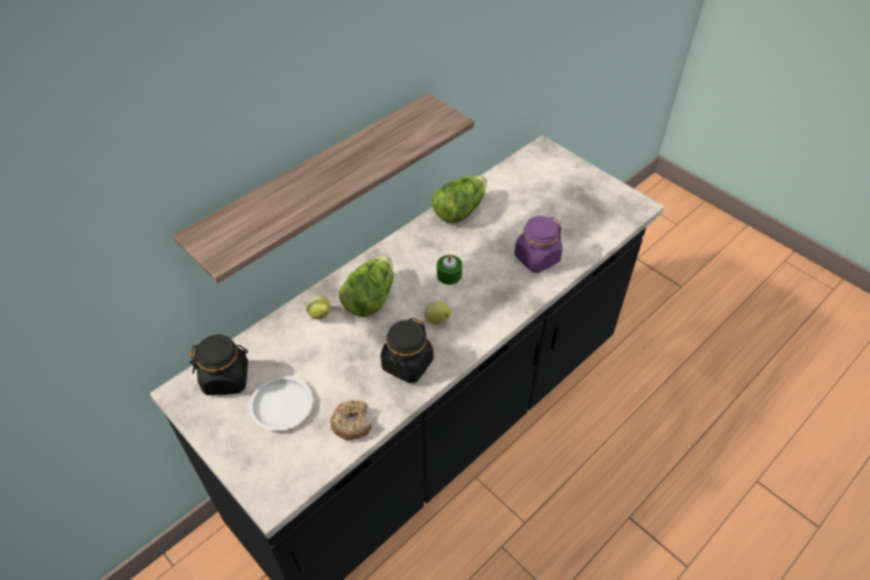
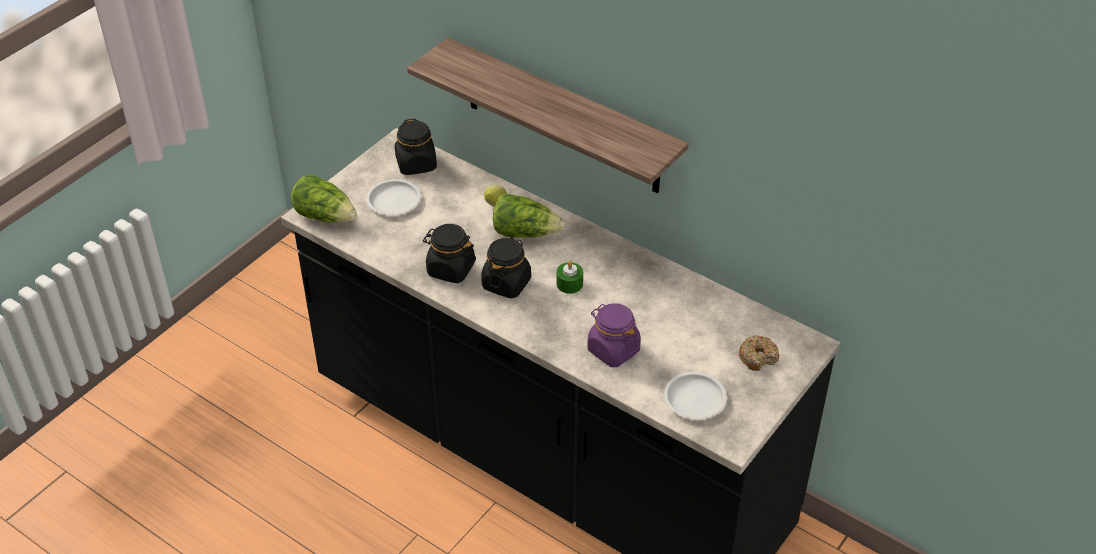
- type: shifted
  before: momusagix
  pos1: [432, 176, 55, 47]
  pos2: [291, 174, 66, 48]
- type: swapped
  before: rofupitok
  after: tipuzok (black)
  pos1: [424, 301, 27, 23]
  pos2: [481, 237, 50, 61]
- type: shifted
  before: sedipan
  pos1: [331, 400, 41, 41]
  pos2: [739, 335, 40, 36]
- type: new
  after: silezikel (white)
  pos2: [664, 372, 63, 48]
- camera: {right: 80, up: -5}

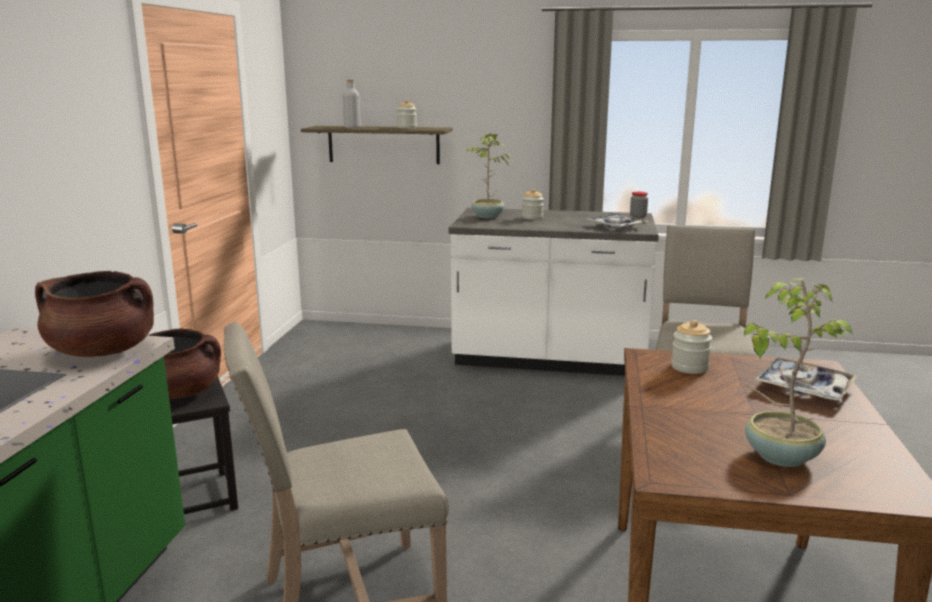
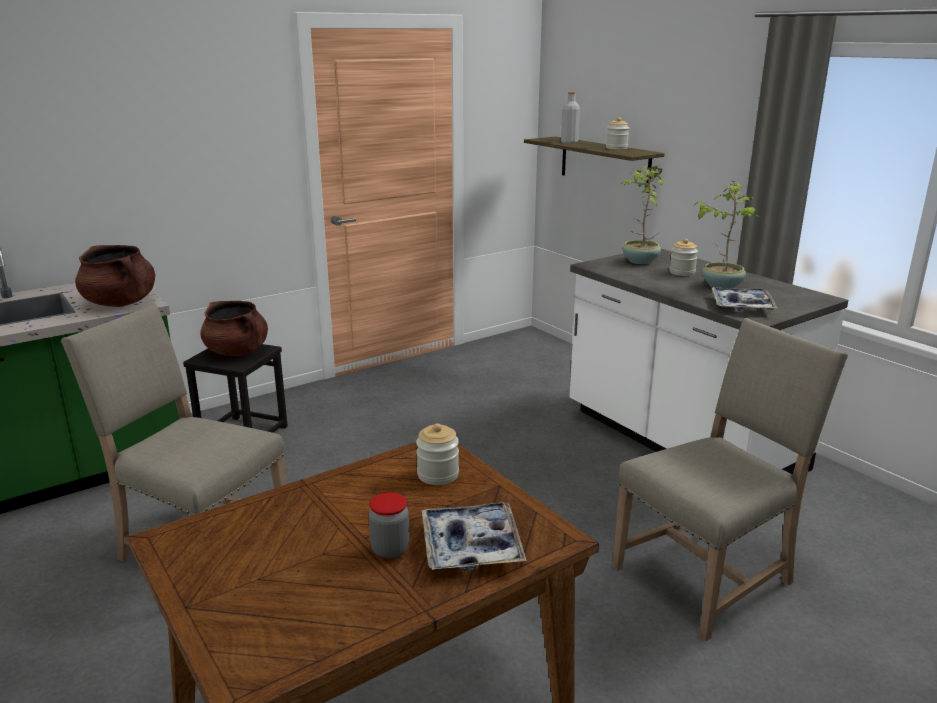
- type: shifted
  before: tipuzok
  pos1: [630, 192, 18, 26]
  pos2: [369, 492, 41, 67]
- type: shifted
  before: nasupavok
  pos1: [744, 278, 109, 189]
  pos2: [695, 181, 63, 107]
- camera: {right: 45, up: 5}

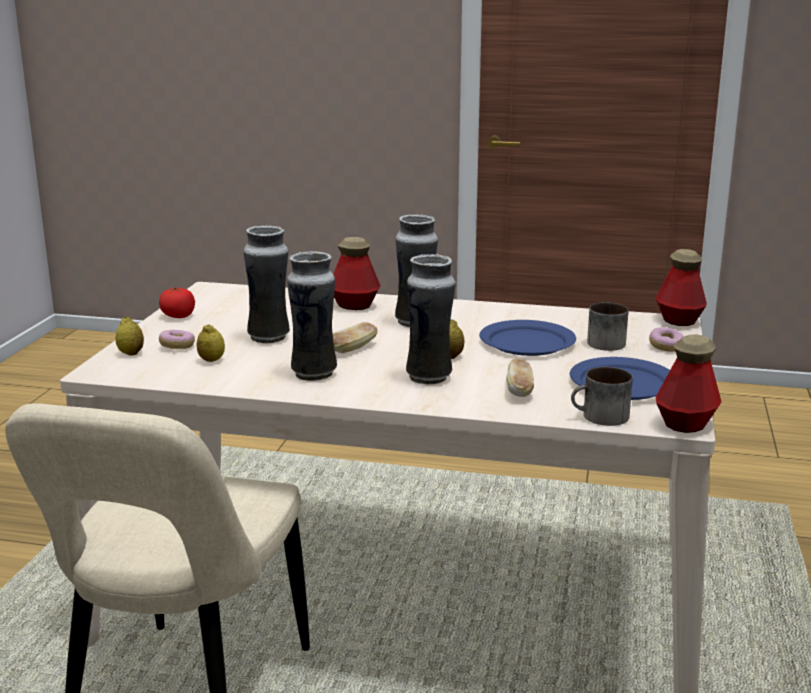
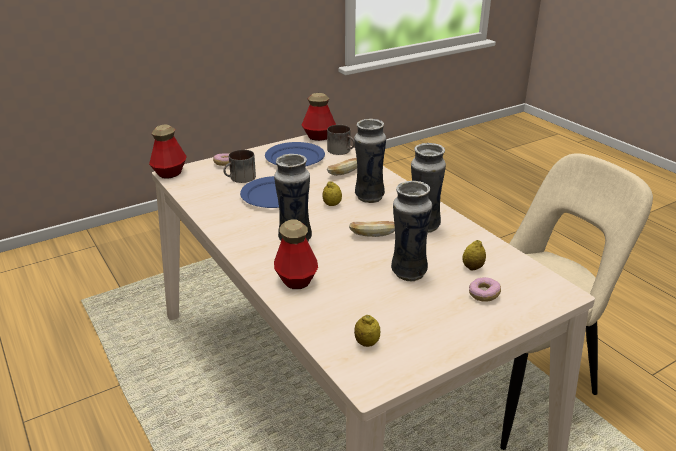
- type: gone
  before: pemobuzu
  pos1: [159, 287, 36, 31]
- type: shifted
  before: rofupitok
  pos1: [115, 317, 29, 38]
  pos2: [354, 315, 26, 32]
- camera: {right: -135, up: 10}

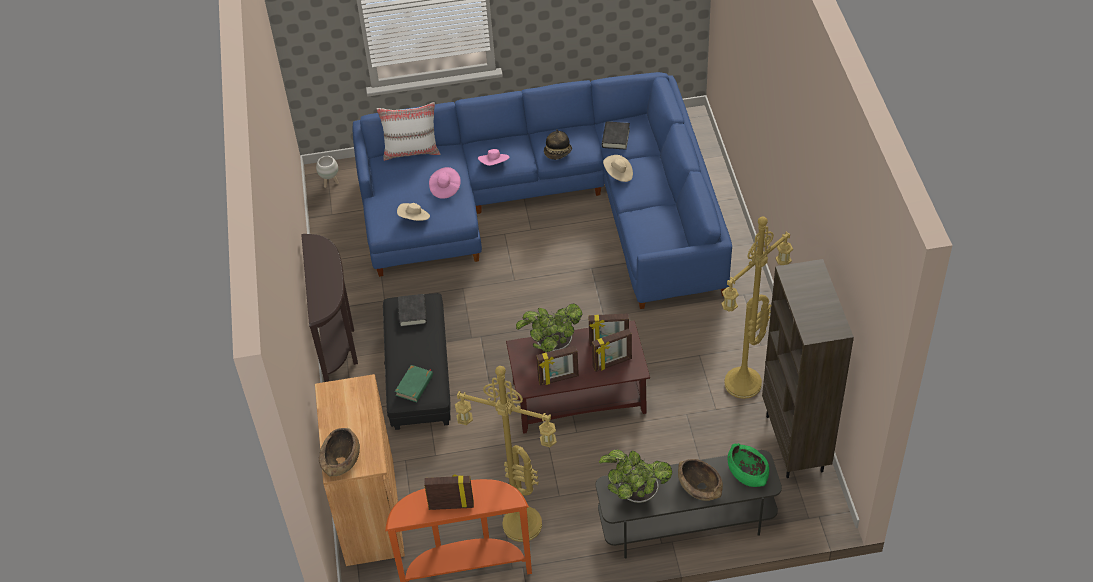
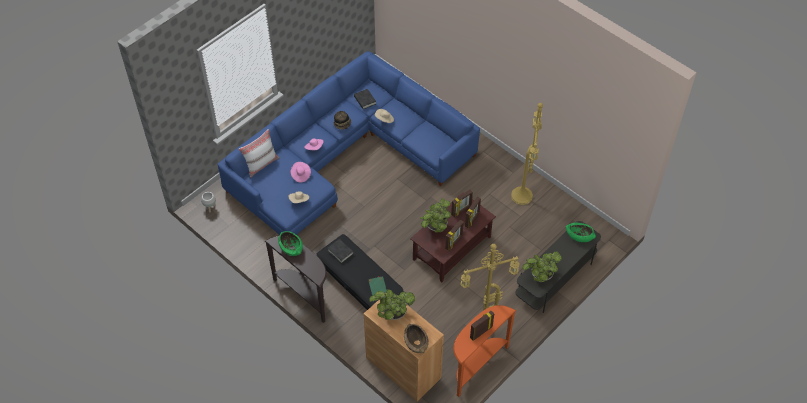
- type: gone
  before: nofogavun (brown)
  pos1: [762, 259, 92, 219]
- type: gone
  before: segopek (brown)
  pos1: [678, 459, 45, 42]
- type: new
  after: segopek (green)
  pos2: [278, 231, 25, 25]
- type: new
  after: nasupavok
  pos2: [369, 289, 46, 31]
- camera: {right: -40, up: 5}

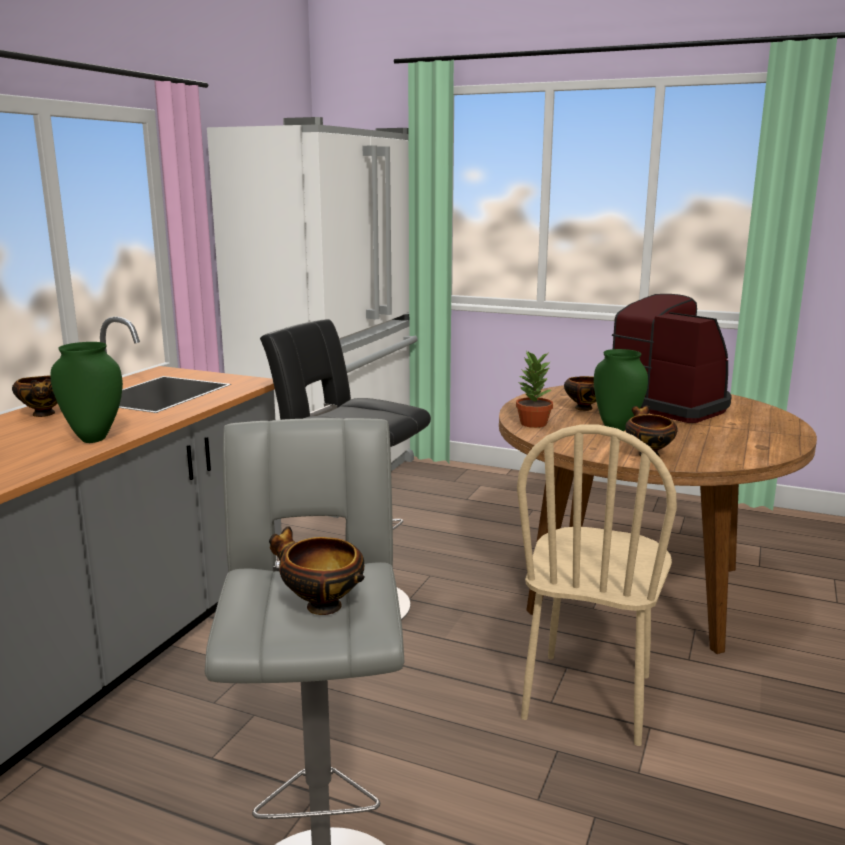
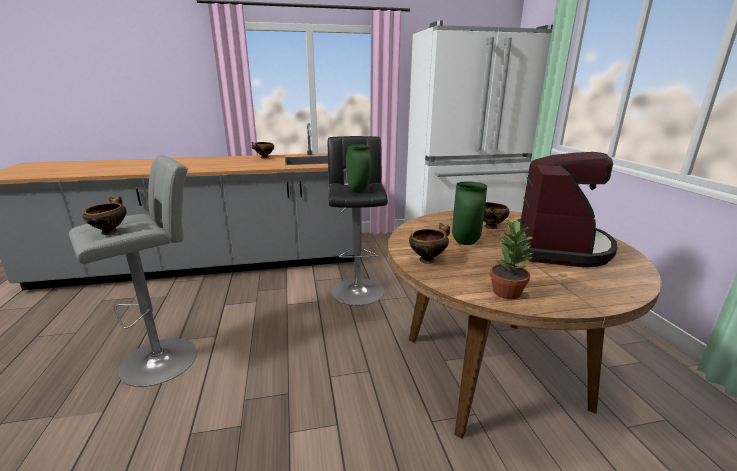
- type: shifted
  before: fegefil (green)
  pos1: [50, 342, 73, 101]
  pos2: [346, 145, 26, 48]
- type: shifted
  before: nasupavok
  pos1: [516, 350, 37, 78]
  pos2: [489, 219, 44, 80]
- type: gone
  before: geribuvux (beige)
  pos1: [517, 425, 160, 321]
- camera: {right: 55, up: 5}

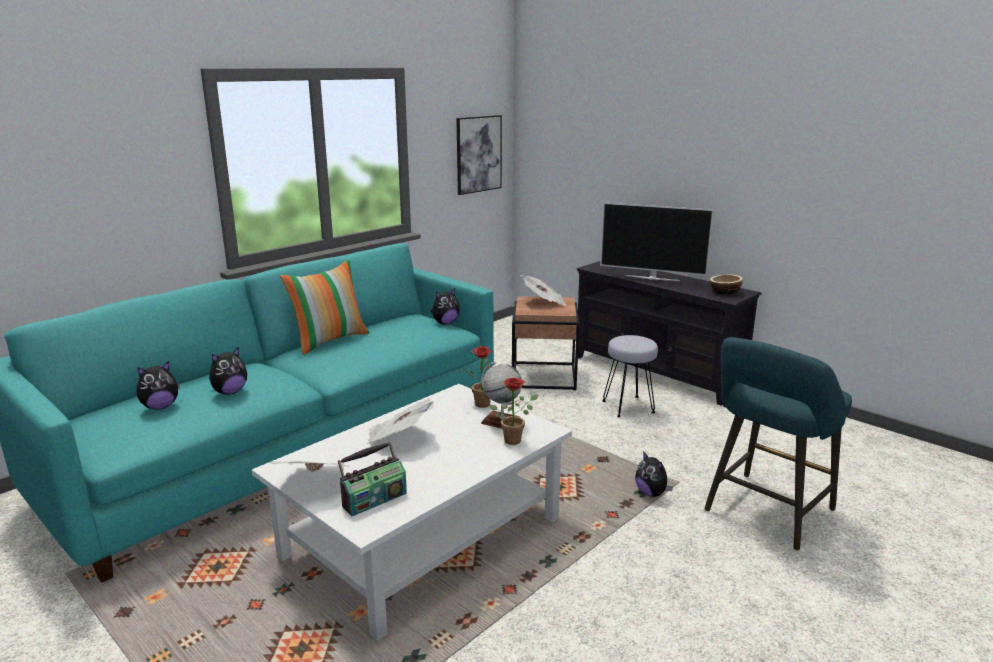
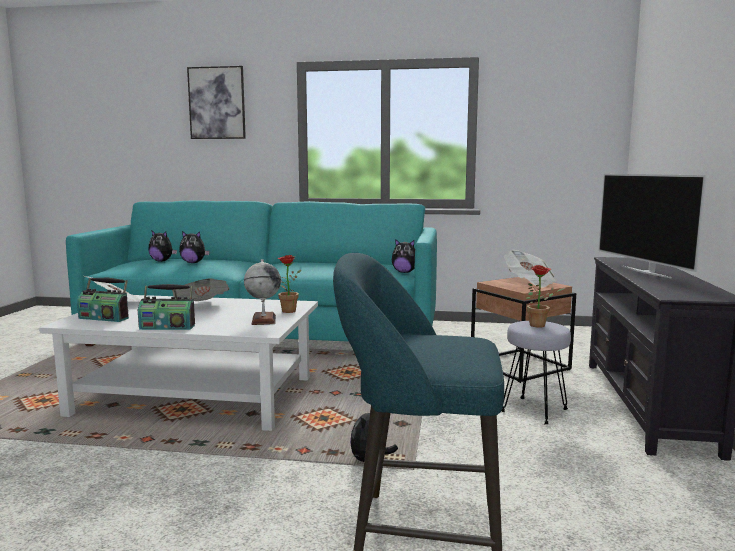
- type: shifted
  before: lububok
  pos1: [456, 115, 46, 80]
  pos2: [187, 66, 59, 73]
- type: gone
  before: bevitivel
  pos1: [280, 259, 89, 96]
- type: gone
  before: segopek
  pos1: [710, 274, 33, 20]
- type: shifted
  before: nasupavok
  pos1: [490, 378, 48, 67]
  pos2: [526, 265, 39, 63]
- type: new
  after: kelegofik
  pos2: [138, 284, 57, 46]
- camera: {right: 55, up: -10}

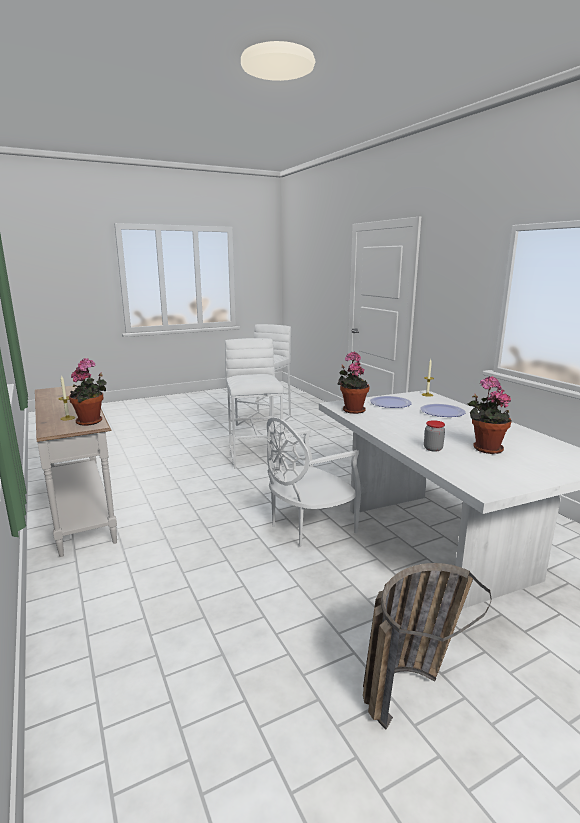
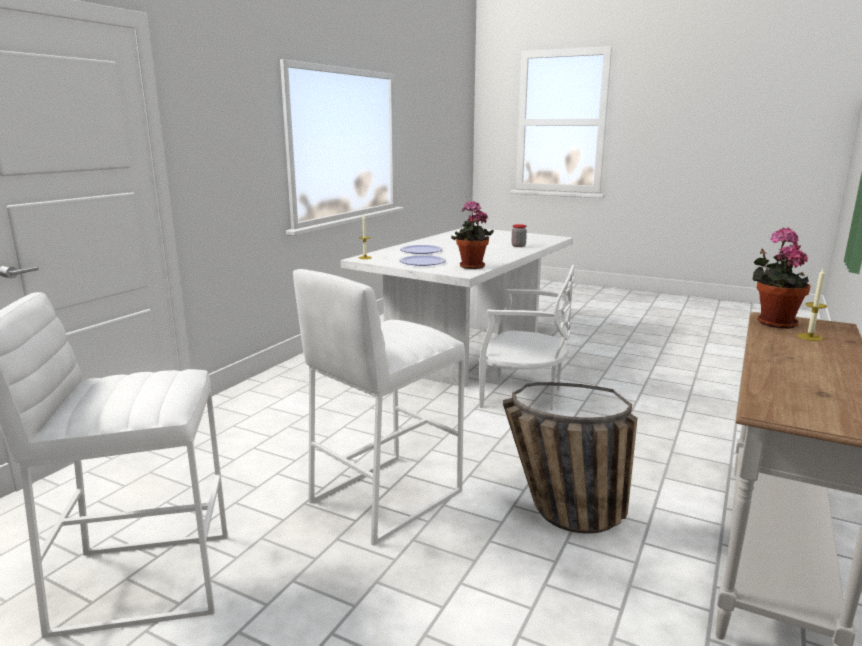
- type: gone
  before: nasupavok
  pos1: [467, 376, 45, 78]
- type: shifted
  before: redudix
  pos1: [363, 563, 129, 166]
  pos2: [503, 382, 135, 152]
- camera: {right: -125, up: 0}

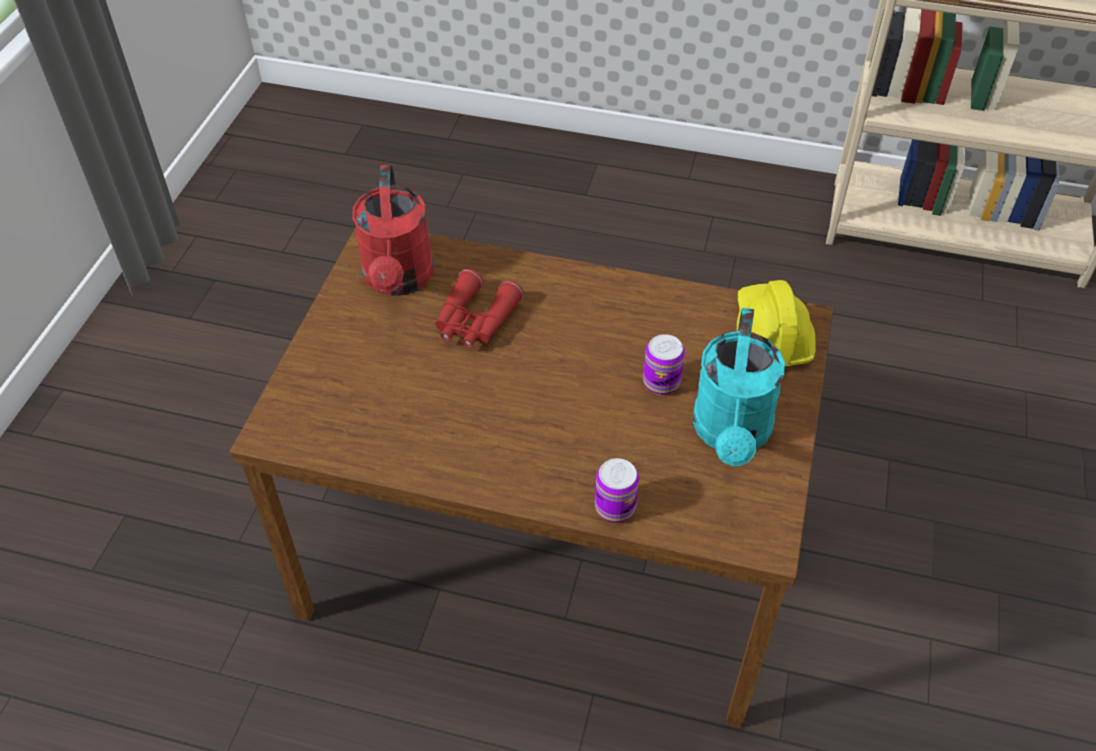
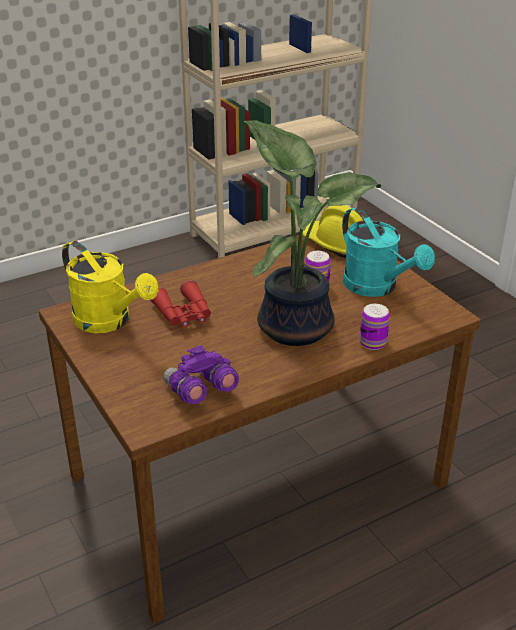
- type: repainted
  before: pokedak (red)
  after: pokedak (yellow)
  pos1: [352, 165, 82, 131]
  pos2: [62, 241, 96, 92]
- type: new
  after: nasupavok
  pos2: [244, 120, 137, 226]
- type: new
  after: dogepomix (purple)
  pos2: [164, 345, 75, 59]
- camera: {right: -45, up: -15}

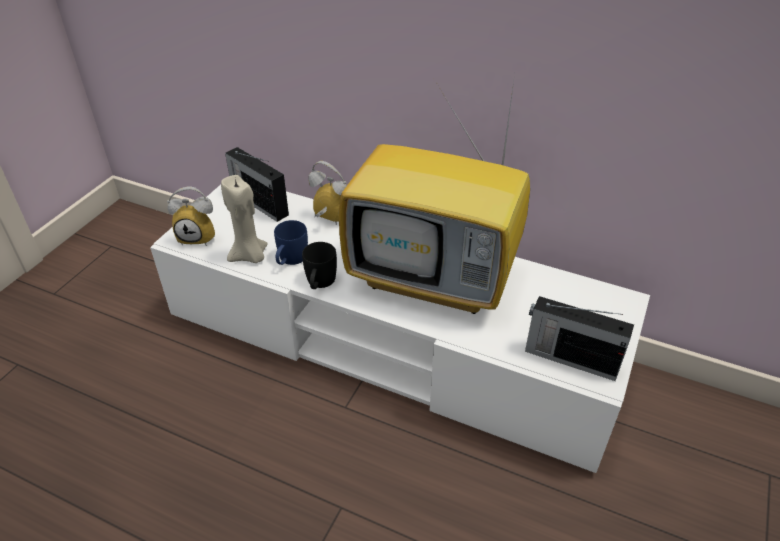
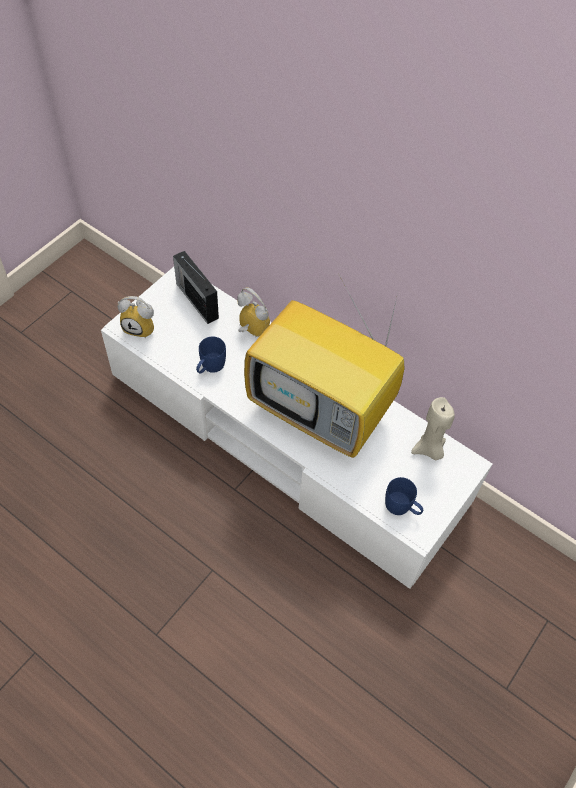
- type: shifted
  before: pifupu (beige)
  pos1: [221, 175, 47, 88]
  pos2: [411, 397, 44, 63]
- type: gone
  before: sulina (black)
  pos1: [302, 242, 35, 47]
- type: swapped
  before: kelegofik
  after: sulina (blue)
  pos1: [525, 296, 109, 85]
  pos2: [385, 477, 38, 38]
- camera: {right: 10, up: 15}

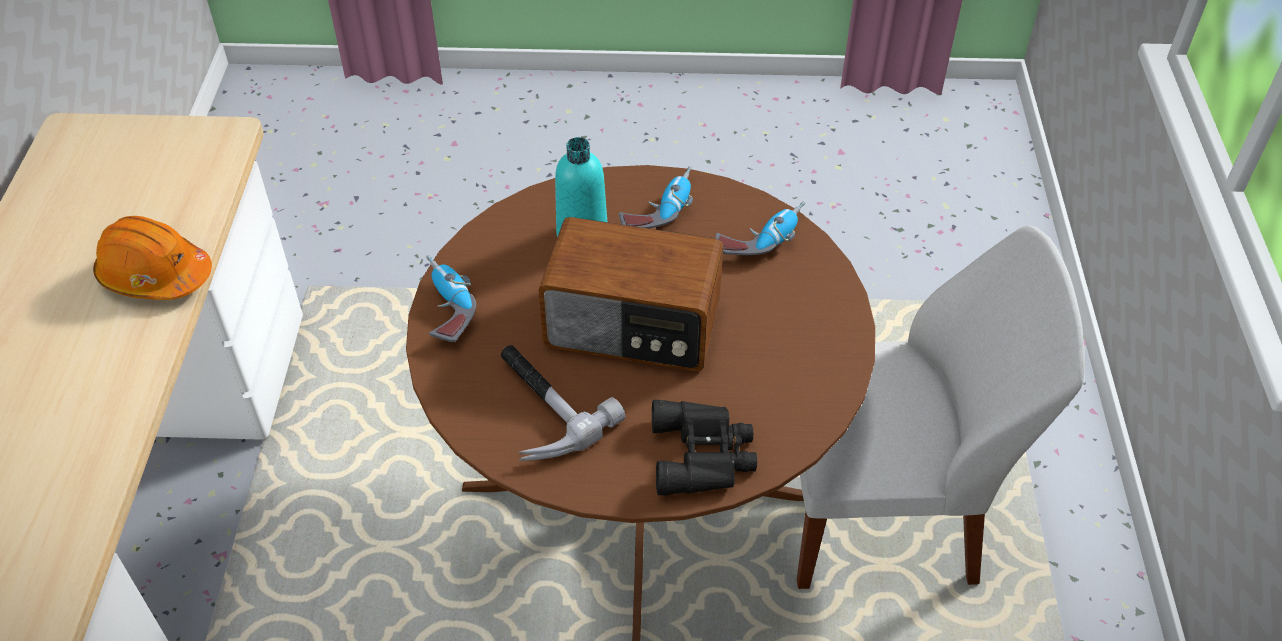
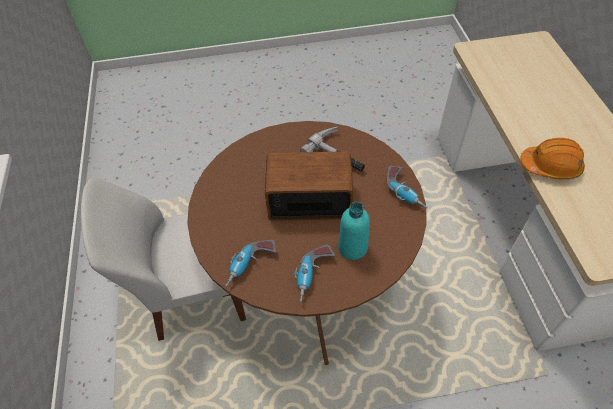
- type: gone
  before: dogepomix (black)
  pos1: [652, 400, 105, 95]
- camera: {right: 170, up: 5}

